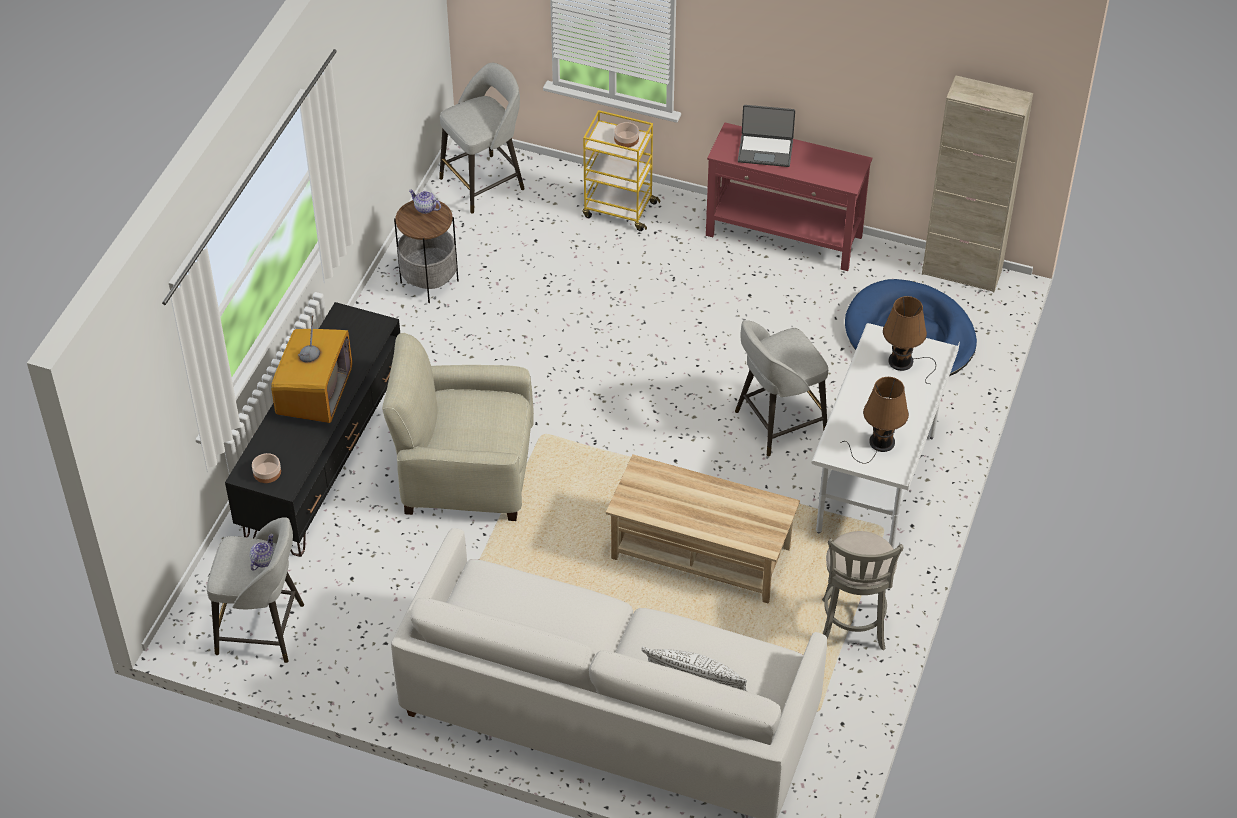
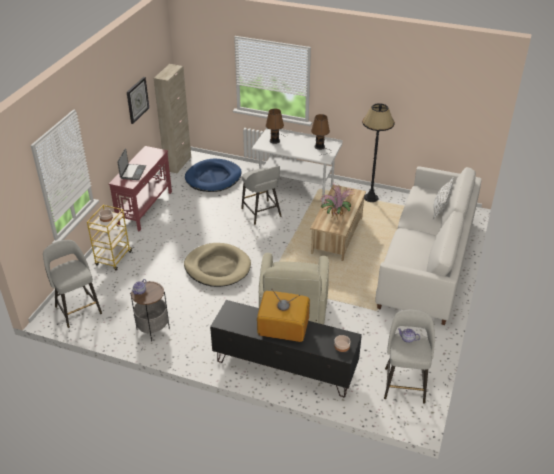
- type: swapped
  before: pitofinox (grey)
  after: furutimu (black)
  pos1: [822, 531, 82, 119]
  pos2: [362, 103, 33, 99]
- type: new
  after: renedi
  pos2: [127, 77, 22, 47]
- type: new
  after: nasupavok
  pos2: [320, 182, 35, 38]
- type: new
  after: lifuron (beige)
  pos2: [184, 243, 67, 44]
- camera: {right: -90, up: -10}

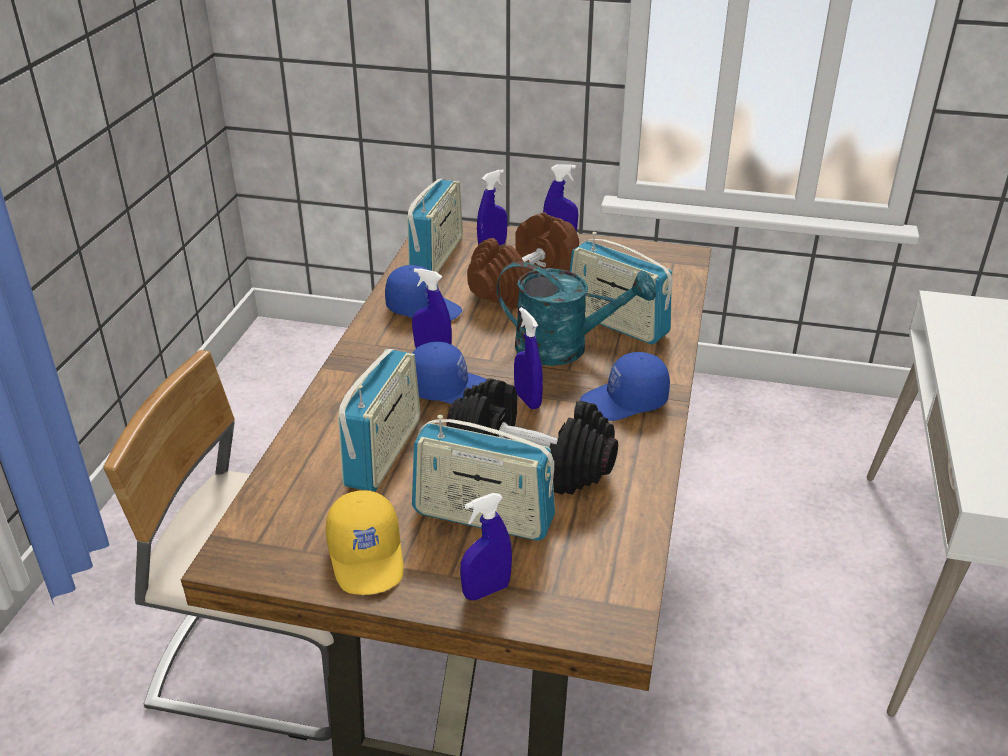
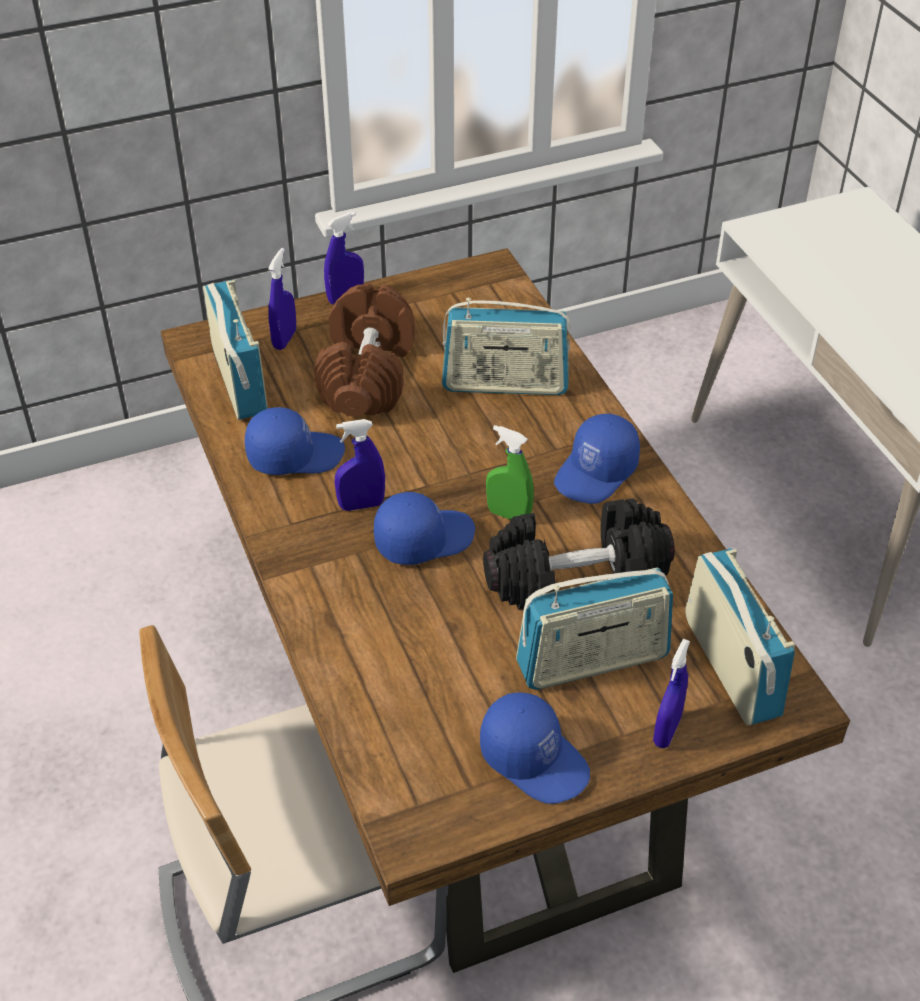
- type: gone
  before: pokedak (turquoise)
  pos1: [497, 261, 159, 105]
- type: repainted
  before: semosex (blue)
  after: semosex (green)
  pos1: [514, 307, 29, 103]
  pos2: [486, 425, 48, 95]
- type: shifted
  before: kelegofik
  pos1: [338, 349, 82, 143]
  pos2: [685, 548, 110, 177]
- type: repainted
  before: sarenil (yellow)
  after: sarenil (blue)
  pos1: [325, 490, 79, 105]
  pos2: [480, 692, 110, 112]
- camera: {right: -35, up: 10}

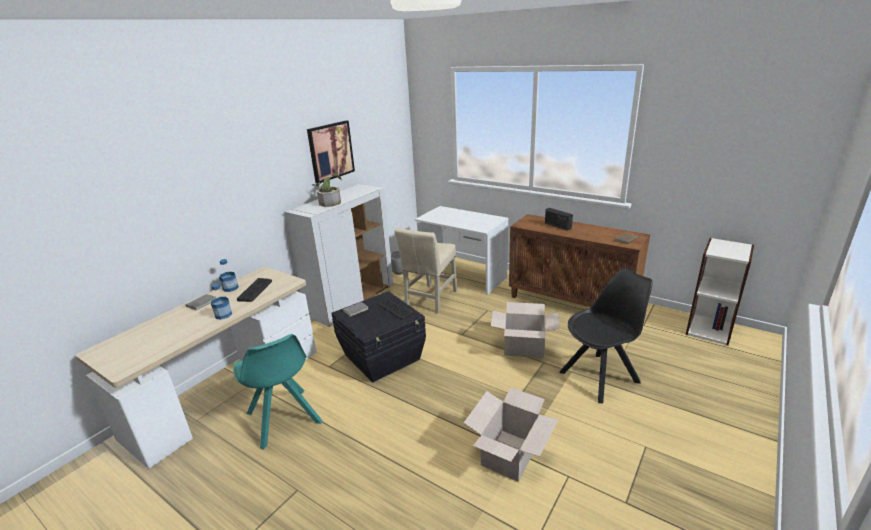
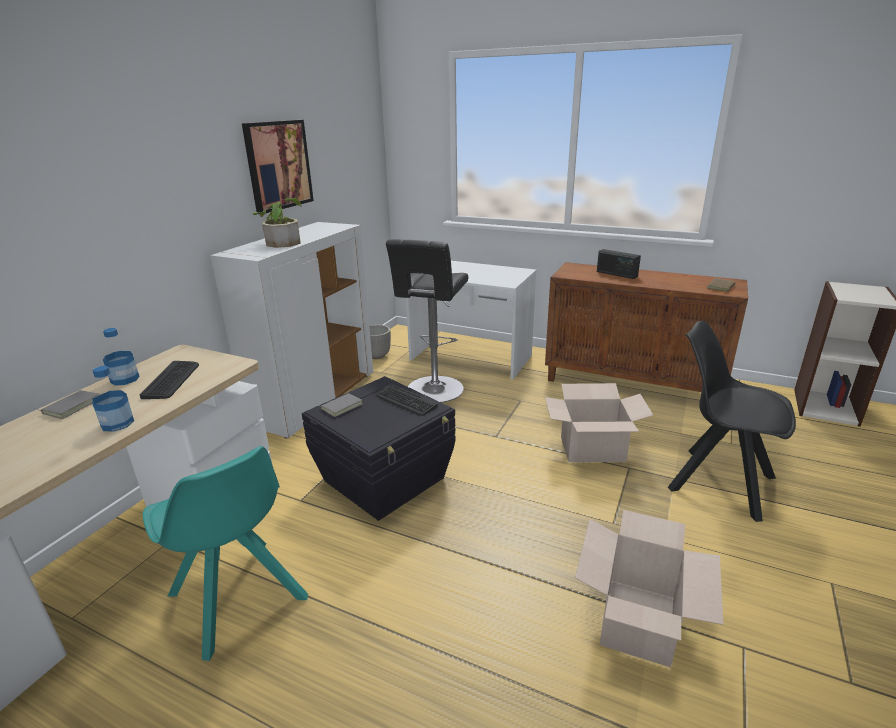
- type: swapped
  before: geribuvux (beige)
  after: pitofinox (black)
  pos1: [394, 228, 63, 86]
  pos2: [386, 239, 83, 164]
- type: rotated
  before: geribuvux (black)
  pos1: [559, 268, 94, 135]
  pos2: [667, 321, 129, 201]
  turn: -105
- camera: {right: -10, up: 0}

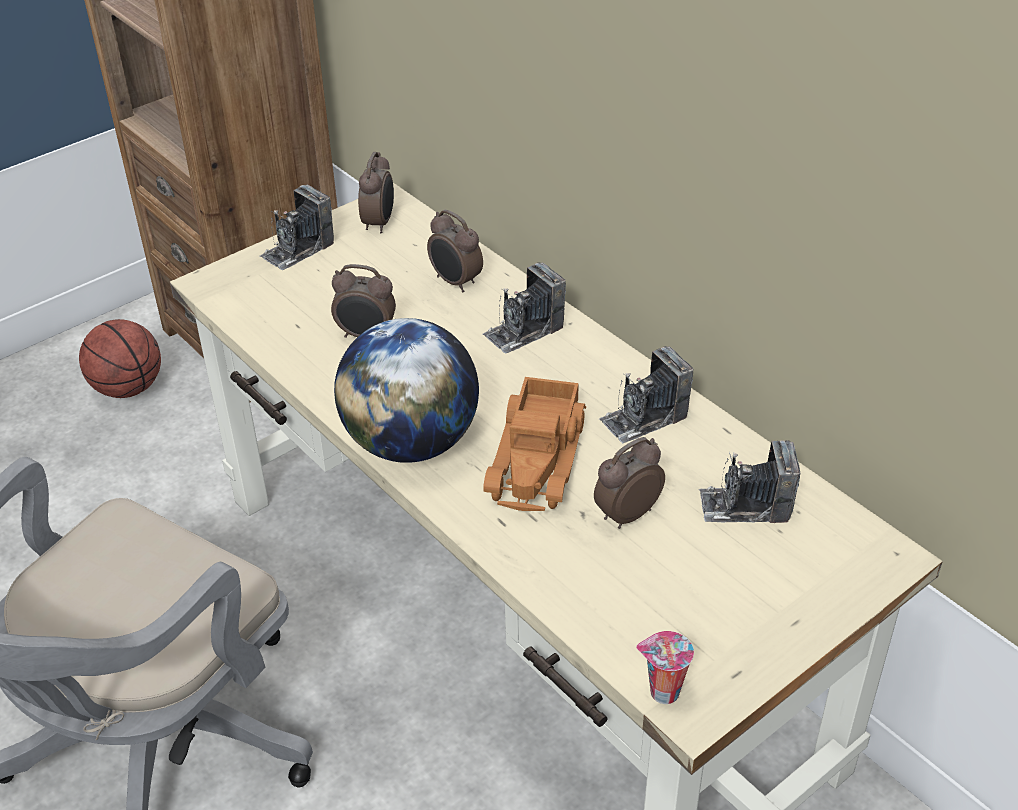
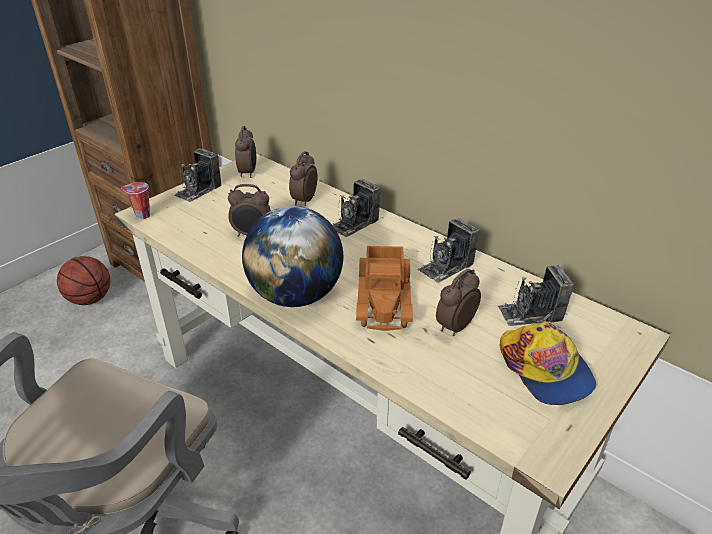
- type: rotated
  before: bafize
  pos1: [427, 210, 56, 82]
  pos2: [289, 151, 28, 55]
  turn: 75
- type: shifted
  before: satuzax
  pos1: [636, 631, 58, 73]
  pos2: [121, 182, 29, 37]
- type: new
  after: sarenil
  pos2: [500, 321, 96, 84]
- camera: {right: -10, up: -5}

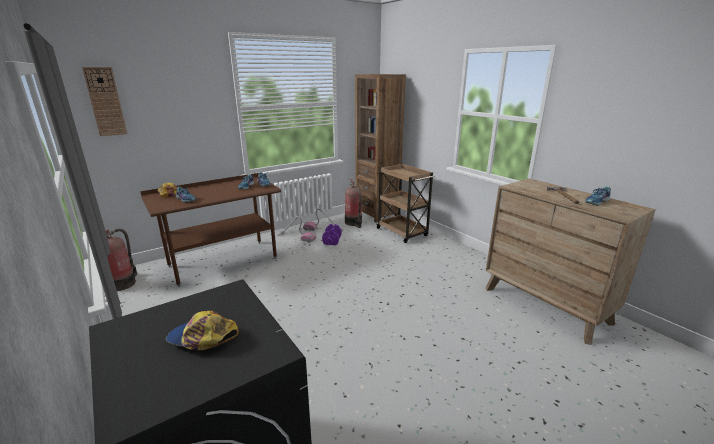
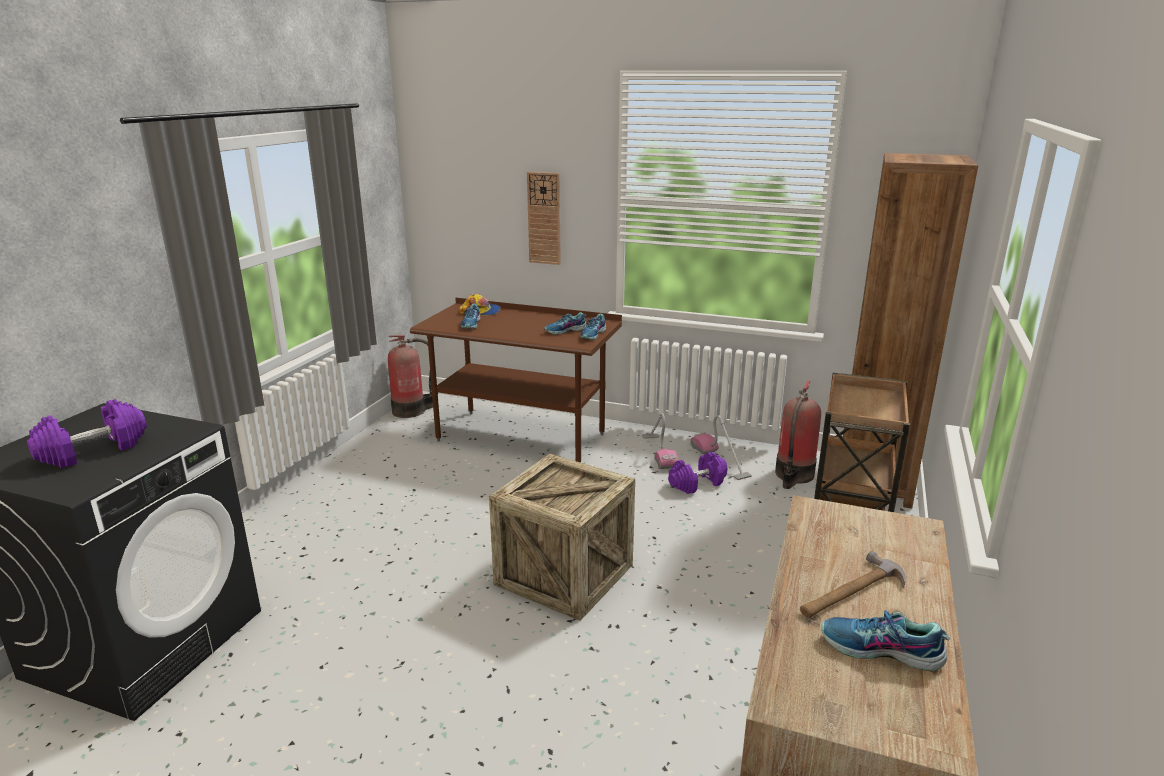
- type: shifted
  before: renedi
  pos1: [82, 67, 45, 69]
  pos2: [527, 172, 34, 93]
- type: swapped
  before: sarenil
  after: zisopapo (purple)
  pos1: [166, 311, 73, 39]
  pos2: [27, 399, 120, 69]
- type: new
  after: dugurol
  pos2: [489, 453, 146, 168]
- camera: {right: 55, up: 0}

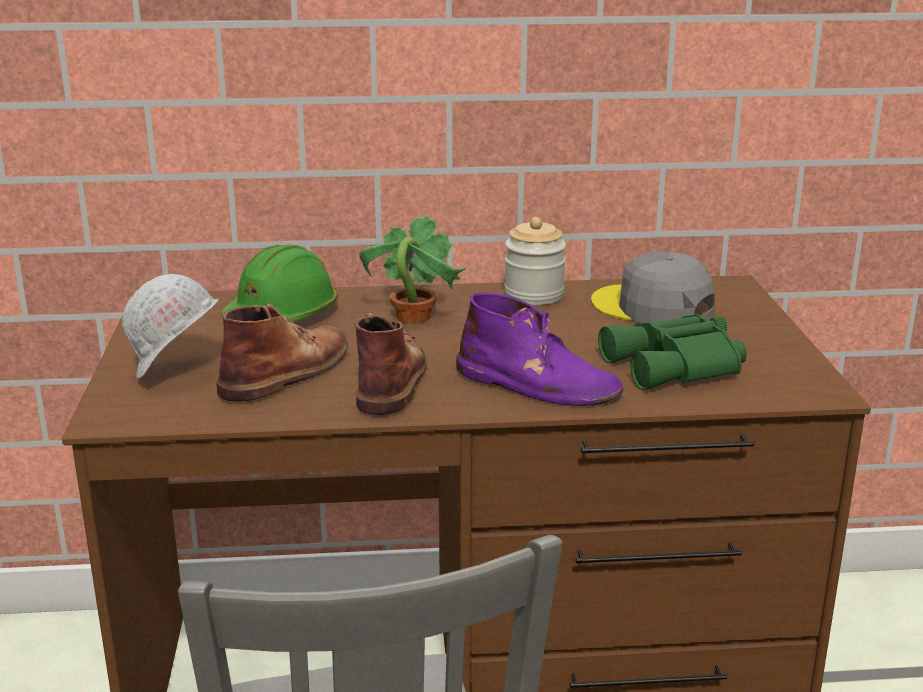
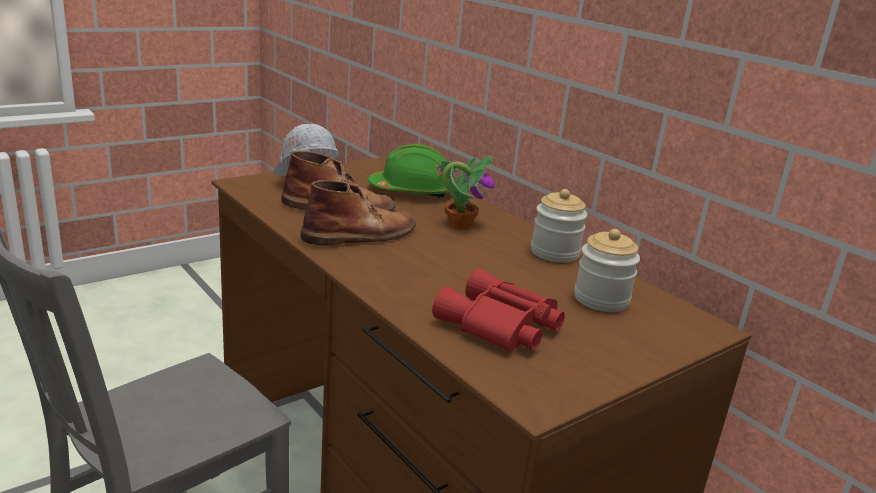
- type: swapped
  before: sarenil (grey)
  after: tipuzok
  pos1: [591, 251, 124, 73]
  pos2: [574, 229, 66, 83]
- type: gone
  before: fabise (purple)
  pos1: [456, 292, 167, 114]
- type: repainted
  before: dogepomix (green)
  after: dogepomix (red)
  pos1: [598, 315, 149, 75]
  pos2: [432, 268, 133, 84]
- camera: {right: 55, up: 0}

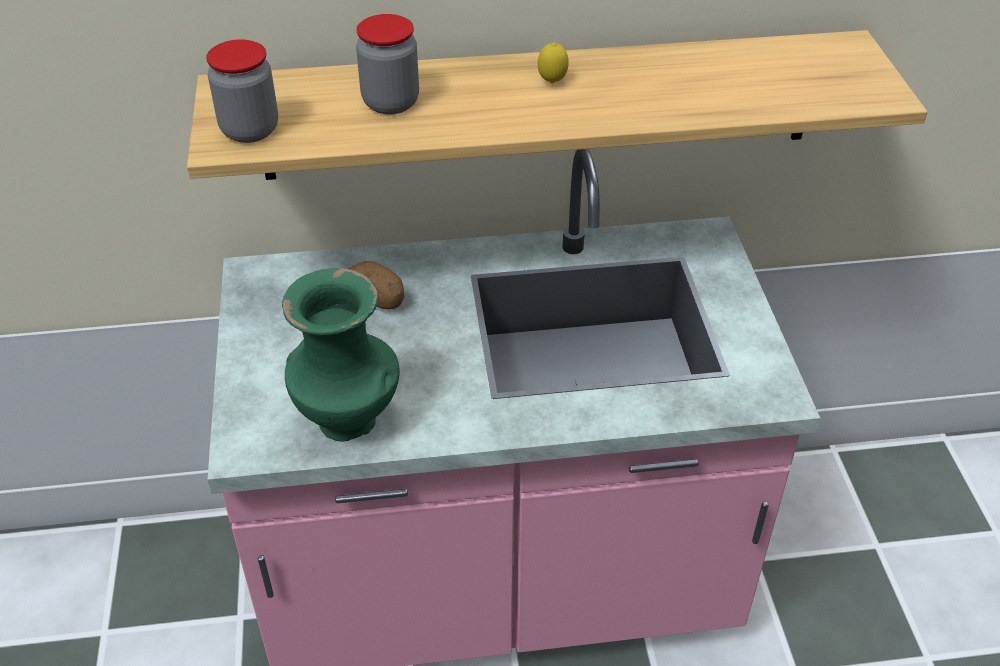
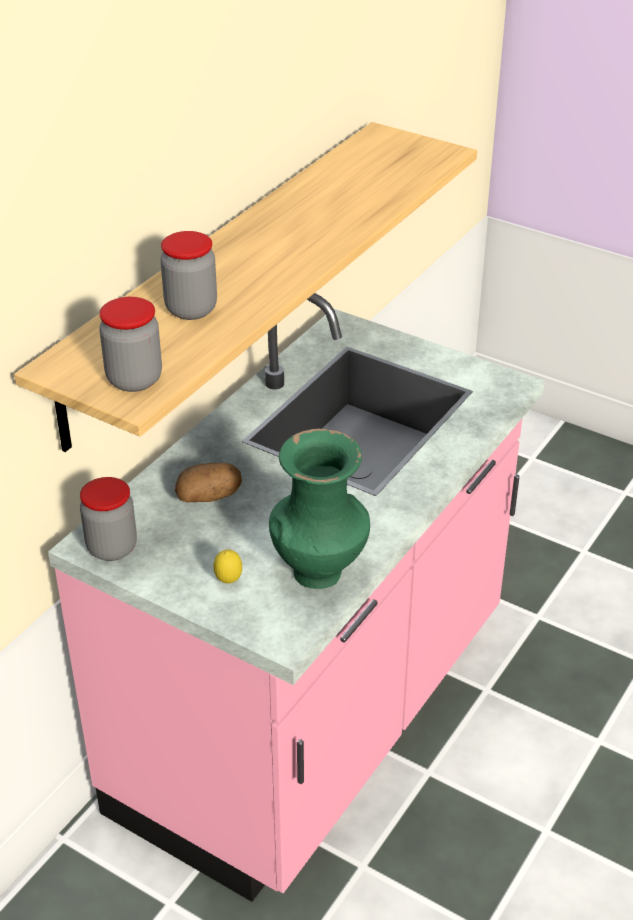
- type: shifted
  before: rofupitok
  pos1: [538, 43, 31, 40]
  pos2: [214, 550, 28, 33]
- type: new
  after: tipuzok
  pos2: [80, 477, 57, 84]
- camera: {right: -50, up: -5}

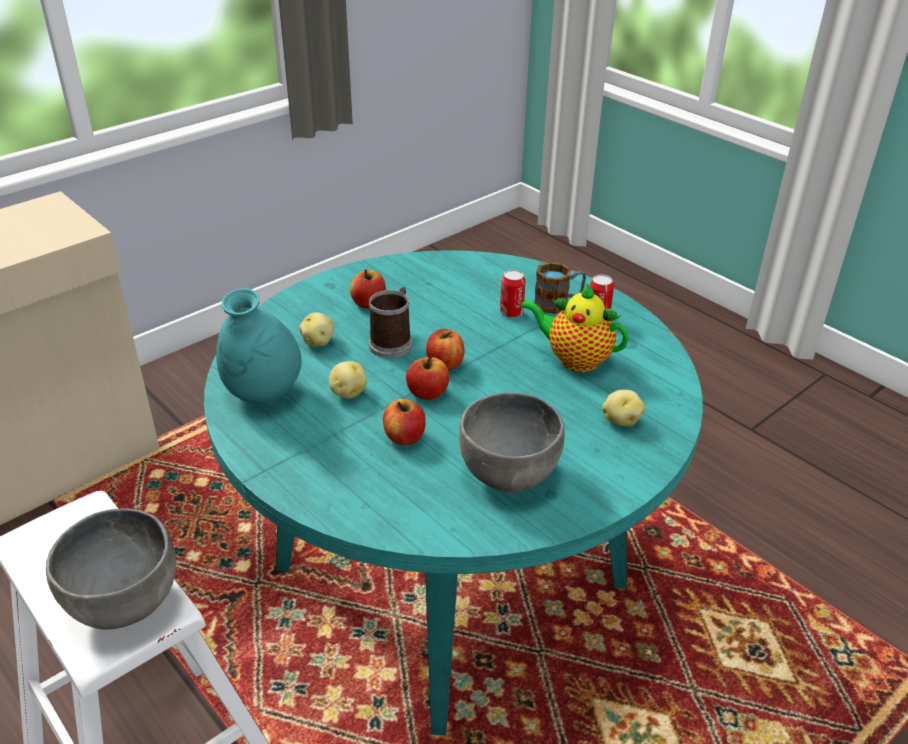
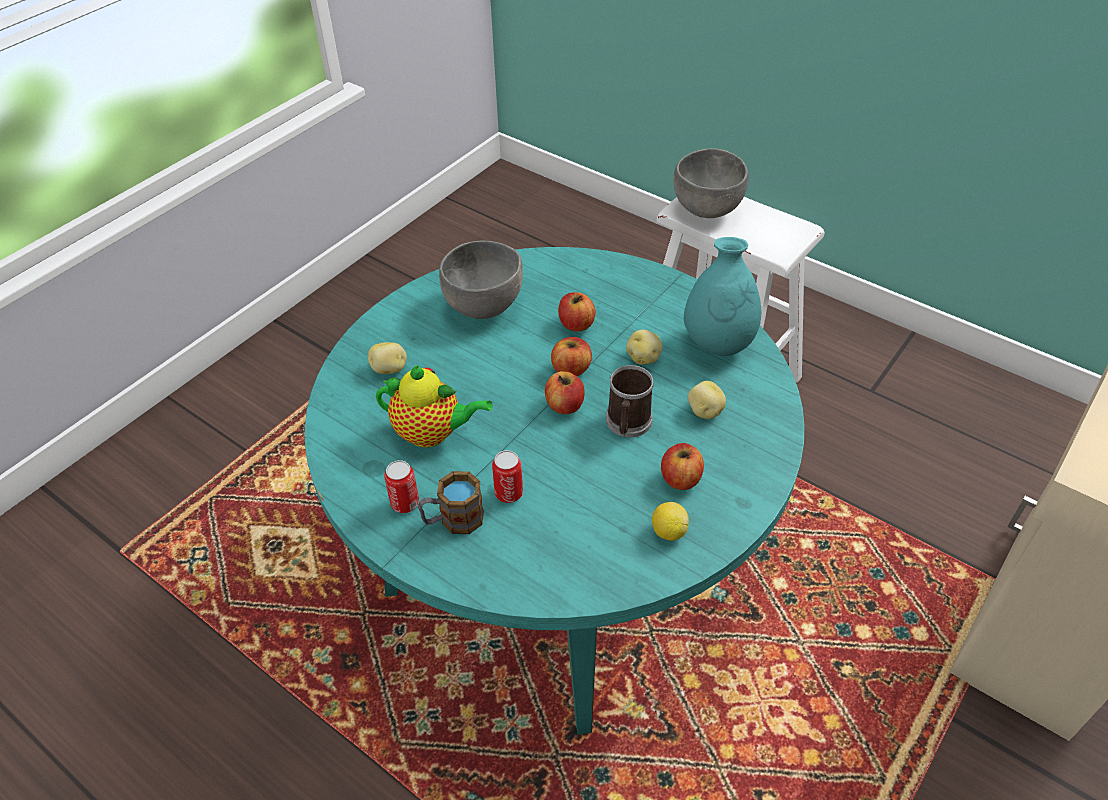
- type: new
  after: rofupitok
  pos2: [652, 502, 37, 39]
- camera: {right: 170, up: 10}

